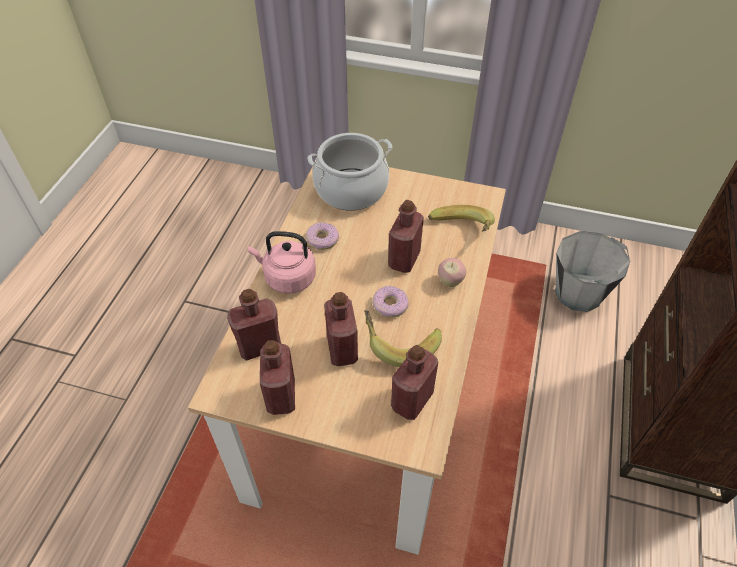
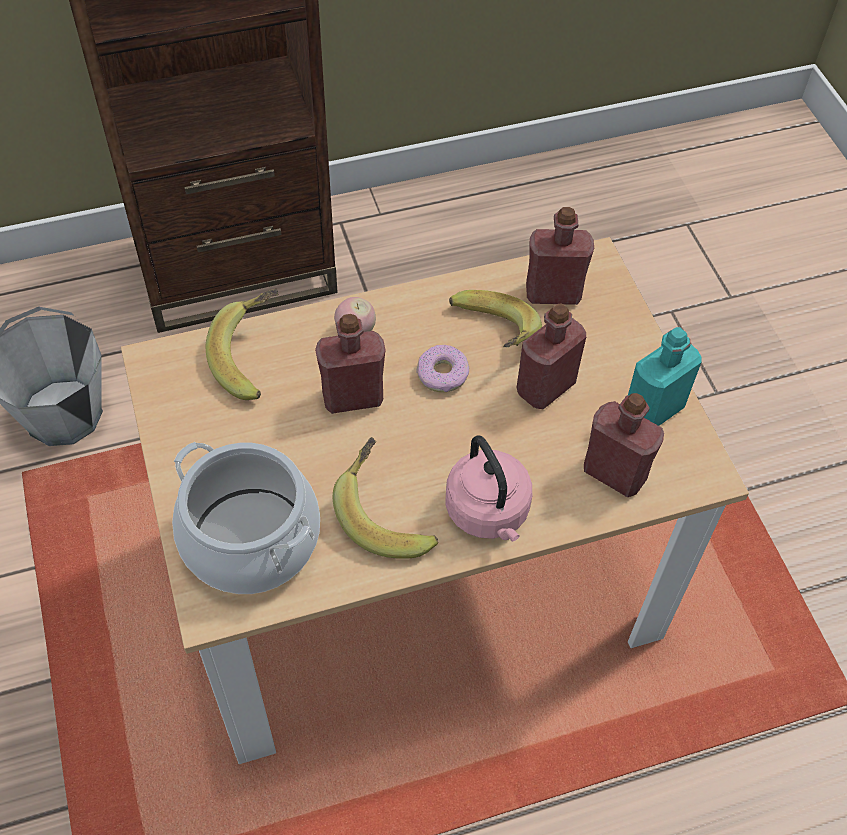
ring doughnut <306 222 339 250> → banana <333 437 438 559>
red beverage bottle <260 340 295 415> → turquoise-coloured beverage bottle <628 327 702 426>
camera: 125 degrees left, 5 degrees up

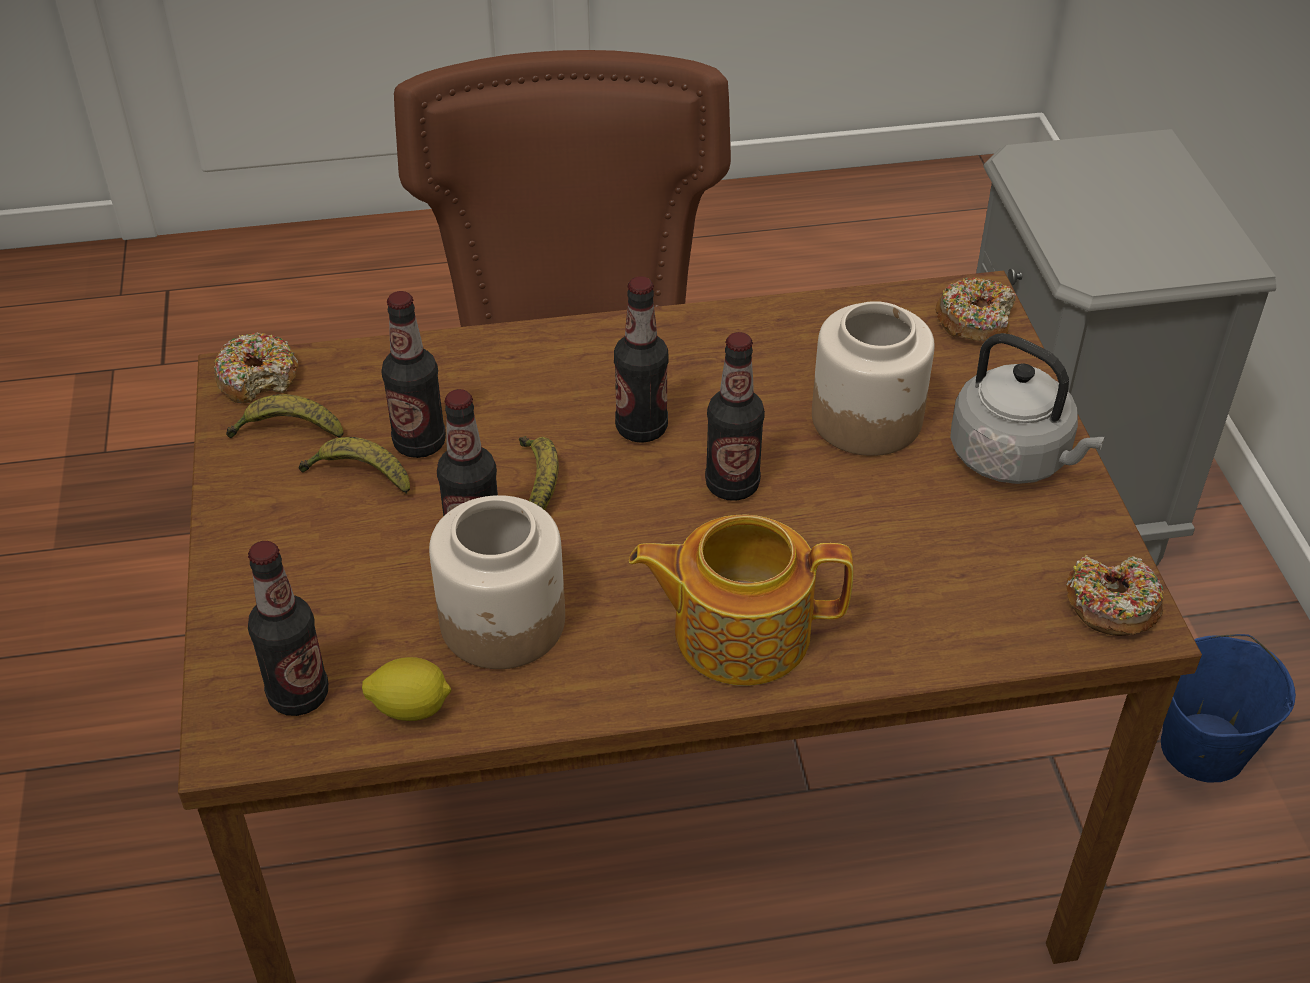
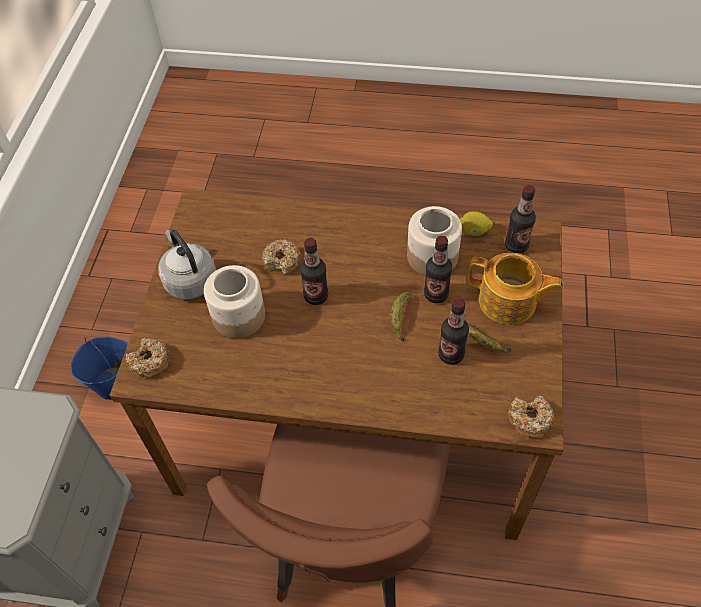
banana <226 394 344 438> → -
beverage bottle <614 276 669 443> → -
pot for tea <629 515 854 686> → pot for tea <467 253 564 325>, moved
ring doughnut <1066 555 1164 636> → ring doughnut <262 239 301 275>, moved
camera: 160 degrees left, 10 degrees up

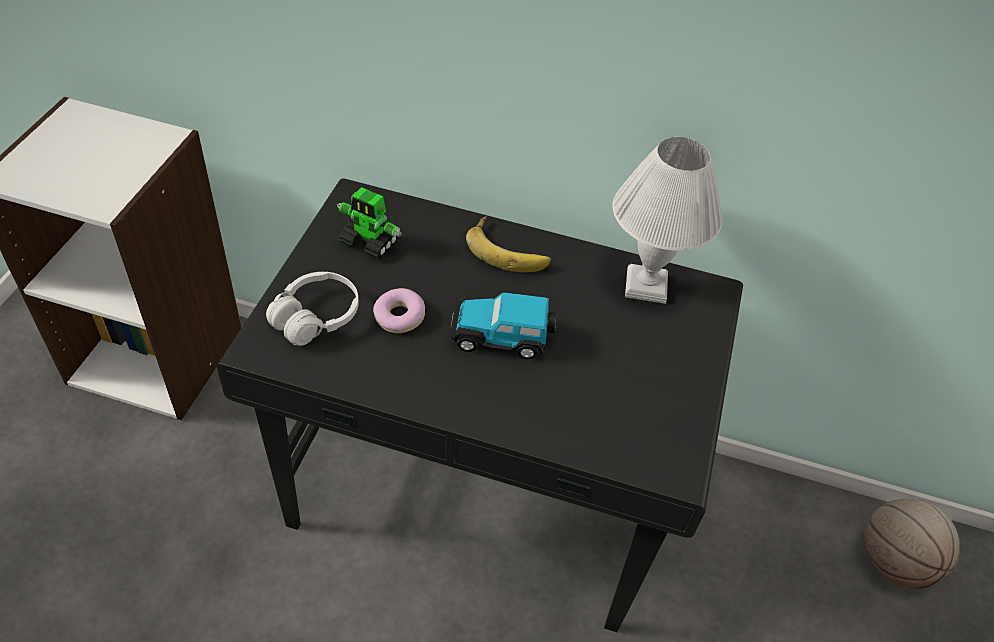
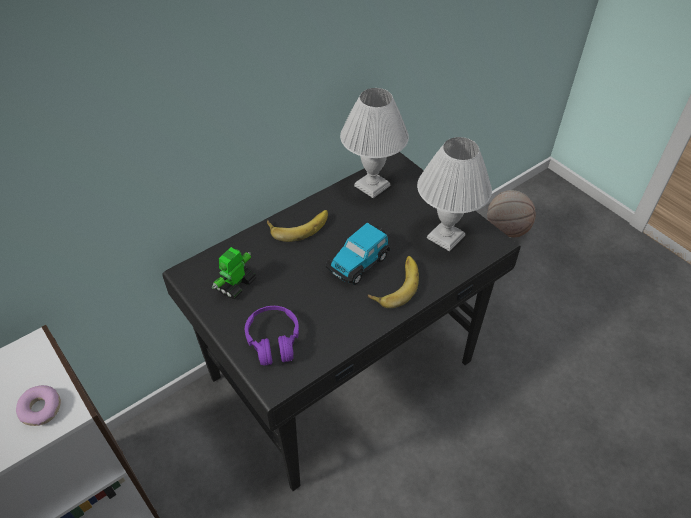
- → banana <367 256 419 308>
- → whitish table lamp <417 137 492 251>
ring doughnut <373 288 425 333> → ring doughnut <16 385 61 426>, moved
whitish headset <266 272 359 346> → purplish headset <245 306 299 366>
model robot <337 187 402 259> → model robot <212 247 256 299>, 150 degrees clockwise
camera: 50 degrees left, 0 degrees up

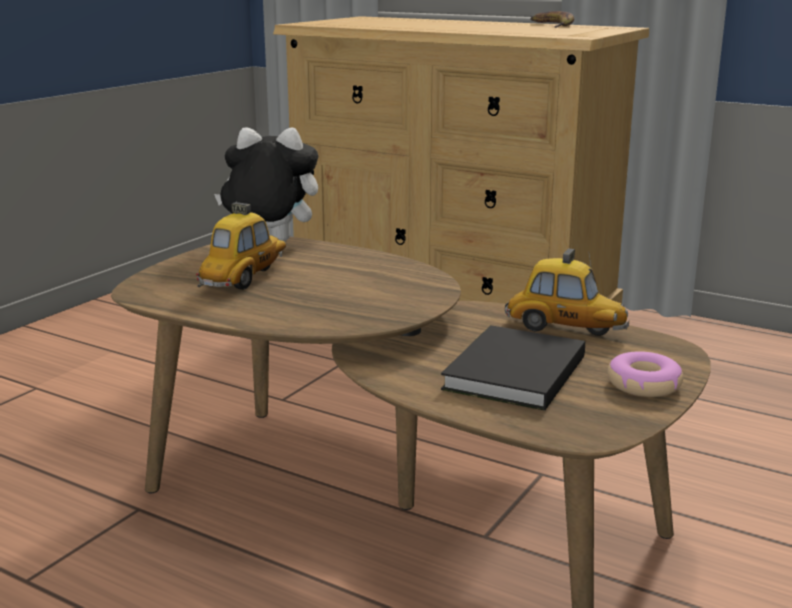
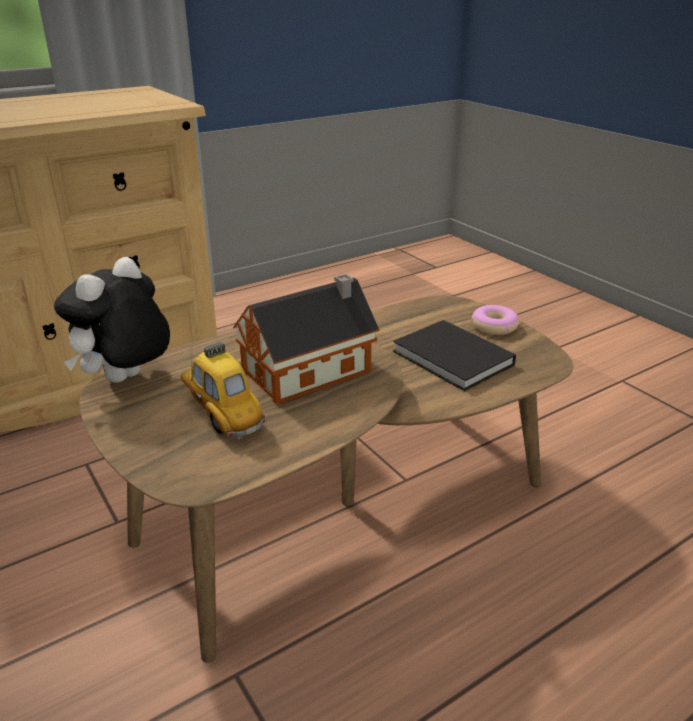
miniature car <505 248 629 336> → -
banana <530 11 574 28> → -
- → toy house <233 274 380 405>
camera: 65 degrees left, 10 degrees up

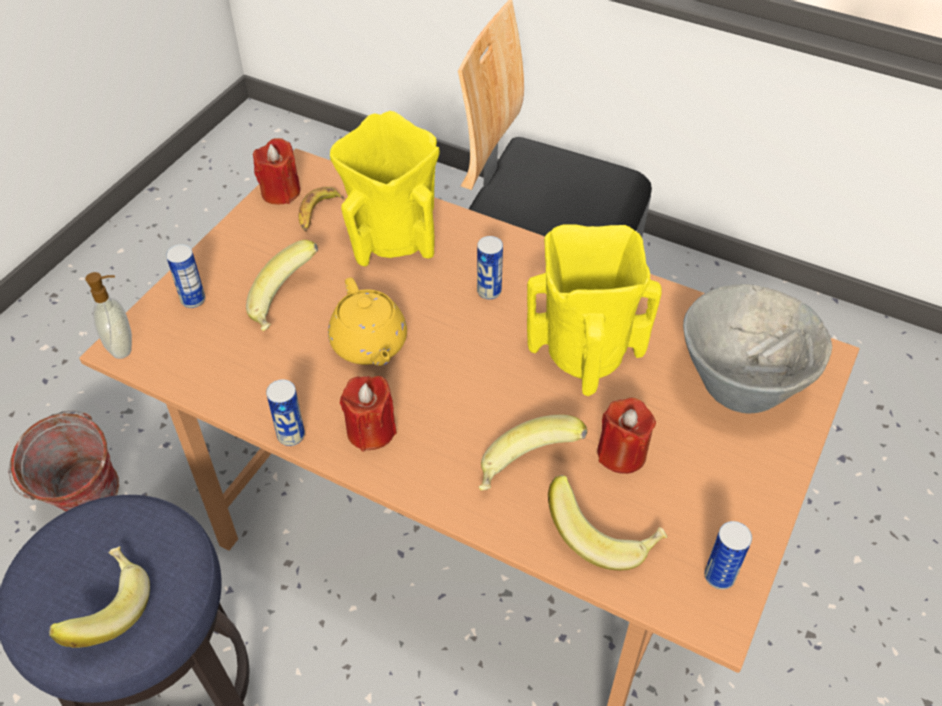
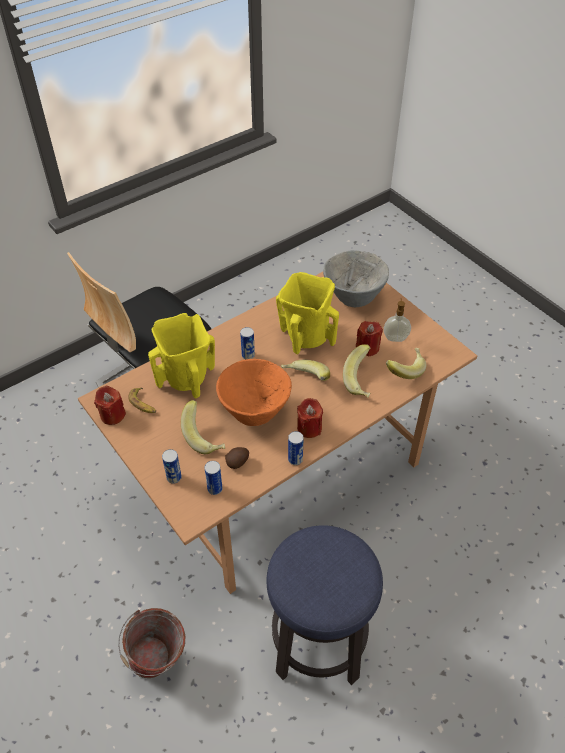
- → spud <225 447 249 469>
banana <49 546 150 648> → banana <281 360 330 381>, moved
soap bottle <85 272 132 359> → soap bottle <384 298 411 342>, moved
metal can <704 521 752 589> → metal can <204 461 223 495>, moved
yellowish pot for tea <328 278 407 366> → orange serving bowl <216 359 292 426>
camera: 65 degrees left, 0 degrees up

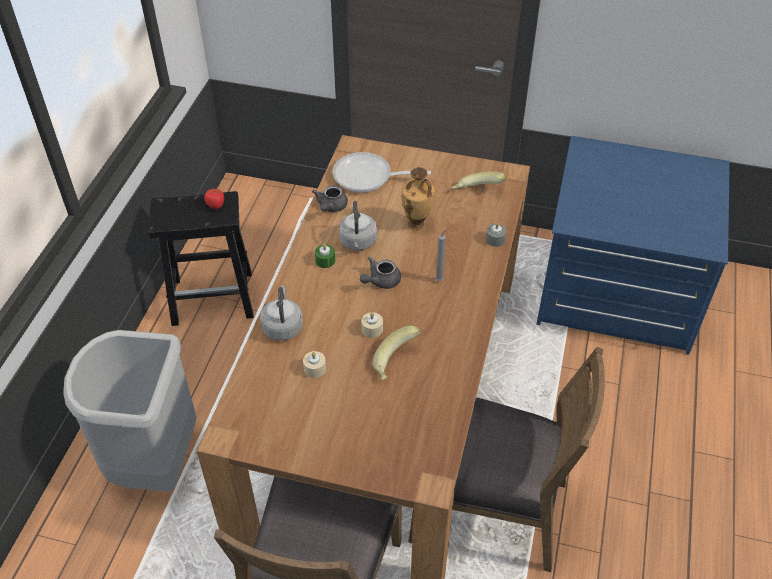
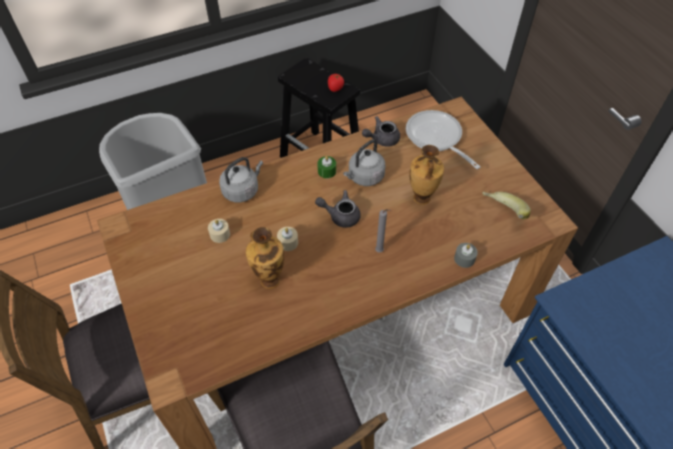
banana <373 325 420 380> → vase <246 227 284 289>
camera: 50 degrees right, 5 degrees up

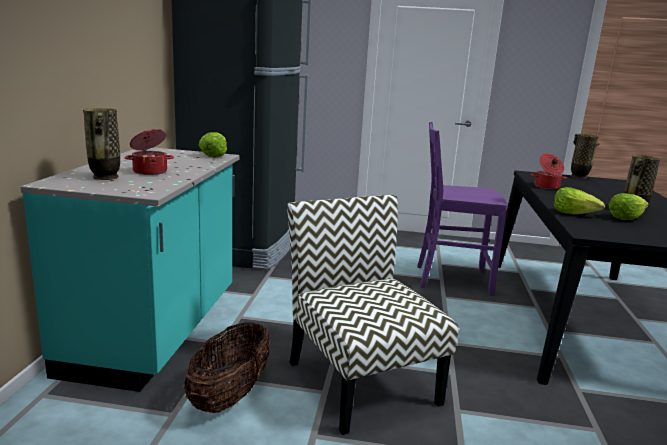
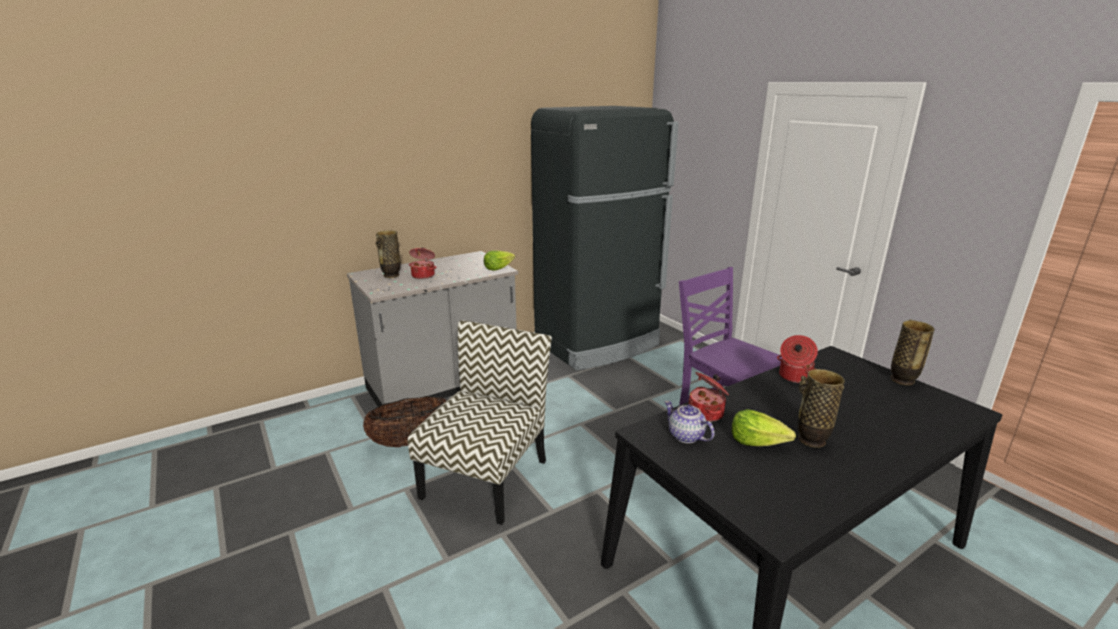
- → pot for tea <664 401 715 443>
head of lettuce <554 187 605 214> → cooking pot <688 372 729 422>
turquoise-coloured kitchen counter <21 147 239 392> → greyish kitchen counter <347 251 518 414>
camera: 50 degrees right, 5 degrees up

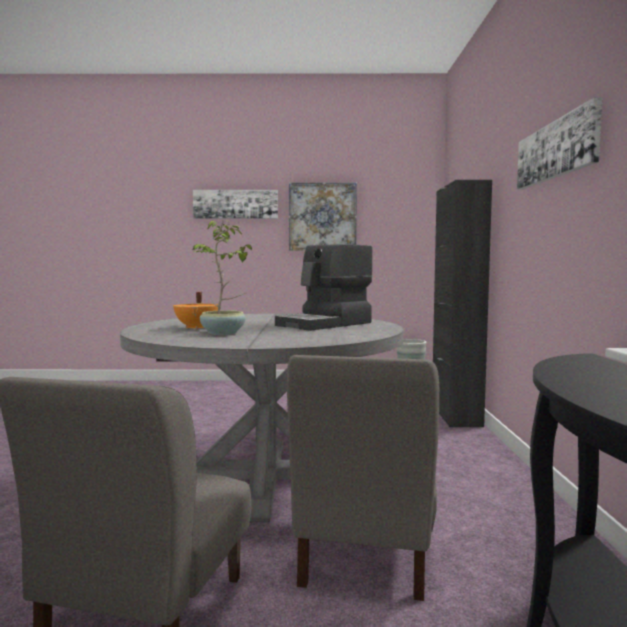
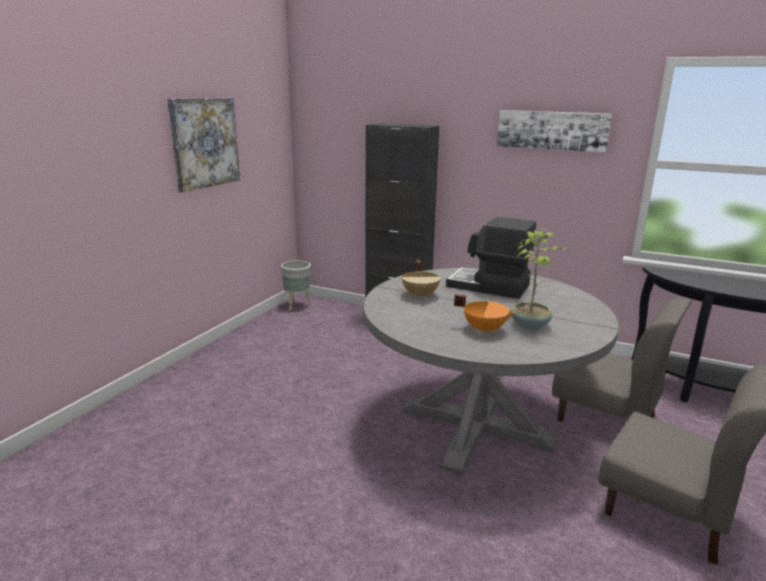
wall art <193 190 278 219> → -
- → beige cooking pot <401 260 441 299>
coffee brewer <275 244 372 331> → coffee brewer <446 217 536 299>, 135 degrees clockwise
camera: 65 degrees left, 15 degrees up

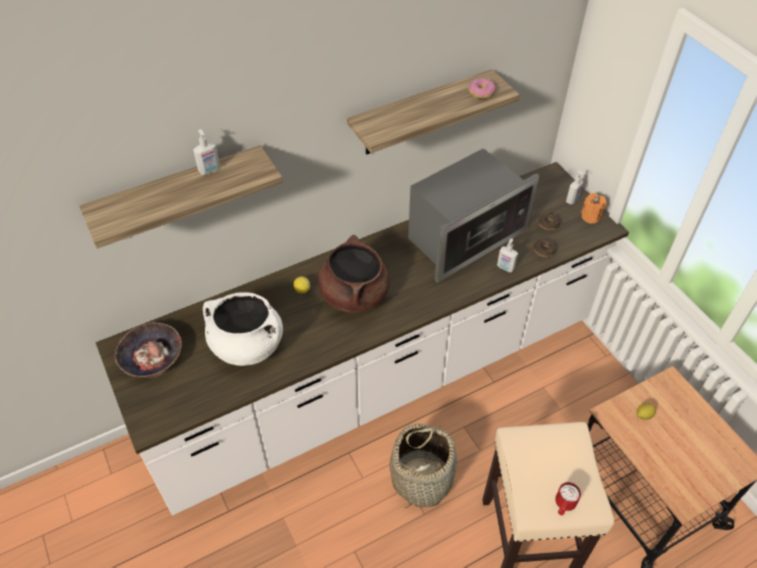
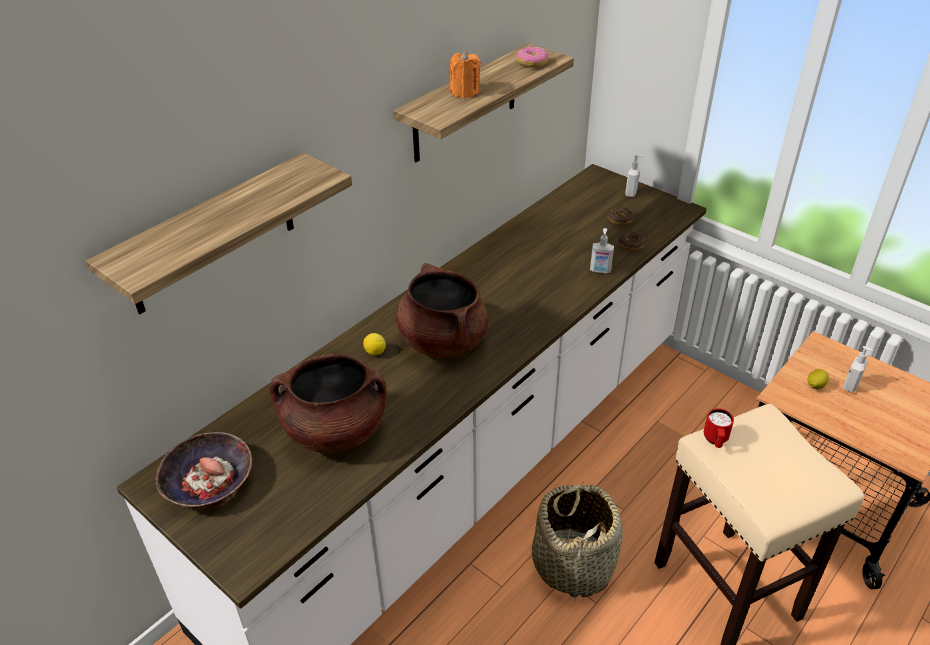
microwave <408 148 539 283> → -
soap bottle <193 129 220 175> → soap bottle <843 346 874 393>, moved
red coffee mug <555 482 581 515> → red coffee mug <704 408 734 448>, moved
orange wax candle <581 193 607 224> → orange wax candle <449 51 481 98>, moved
whitish cooking pot <203 292 283 366> → brownish cooking pot <270 354 386 453>
camera: 20 degrees left, 10 degrees down

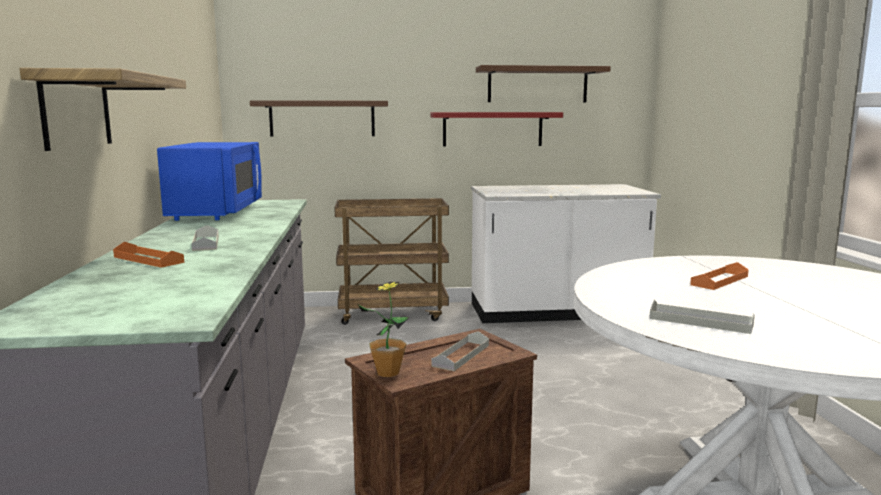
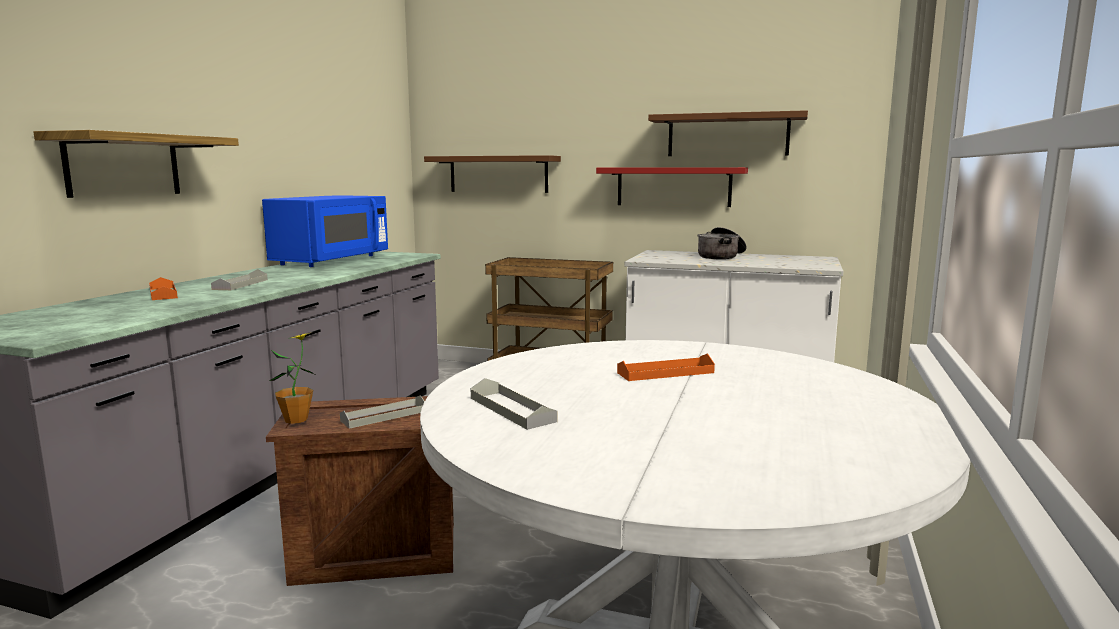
- → cooking pot <698 227 747 259>
camera: 25 degrees right, 0 degrees up

